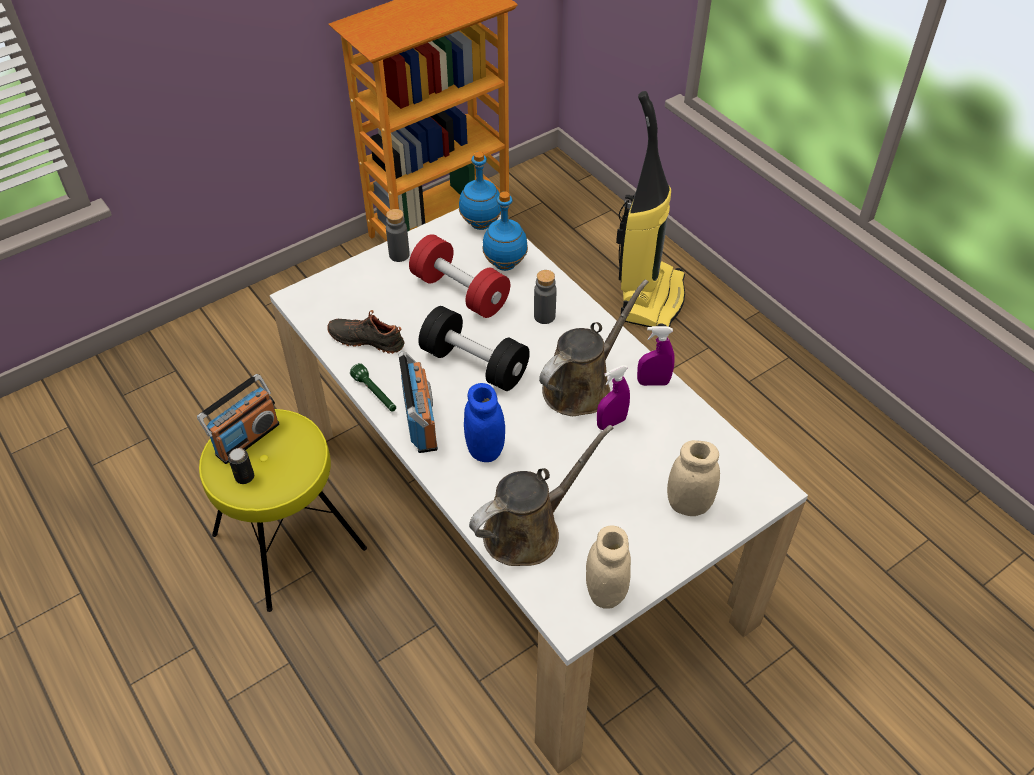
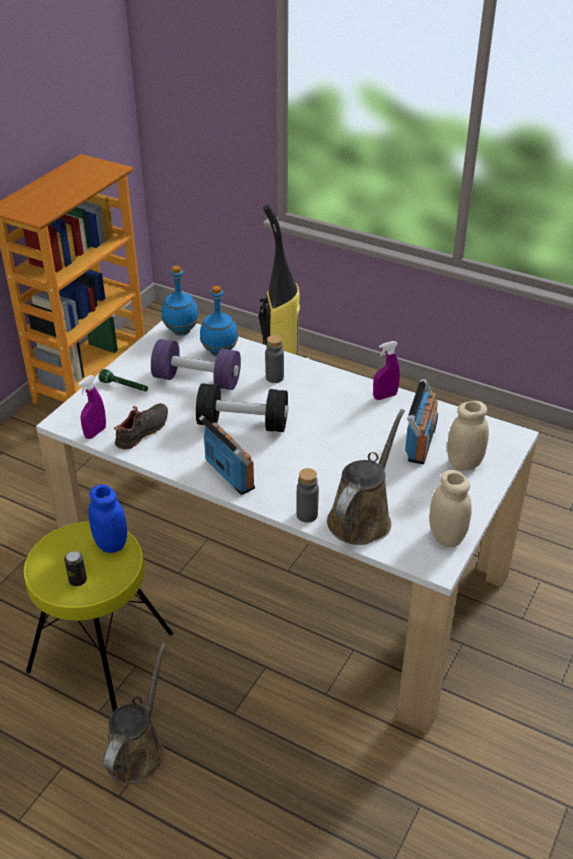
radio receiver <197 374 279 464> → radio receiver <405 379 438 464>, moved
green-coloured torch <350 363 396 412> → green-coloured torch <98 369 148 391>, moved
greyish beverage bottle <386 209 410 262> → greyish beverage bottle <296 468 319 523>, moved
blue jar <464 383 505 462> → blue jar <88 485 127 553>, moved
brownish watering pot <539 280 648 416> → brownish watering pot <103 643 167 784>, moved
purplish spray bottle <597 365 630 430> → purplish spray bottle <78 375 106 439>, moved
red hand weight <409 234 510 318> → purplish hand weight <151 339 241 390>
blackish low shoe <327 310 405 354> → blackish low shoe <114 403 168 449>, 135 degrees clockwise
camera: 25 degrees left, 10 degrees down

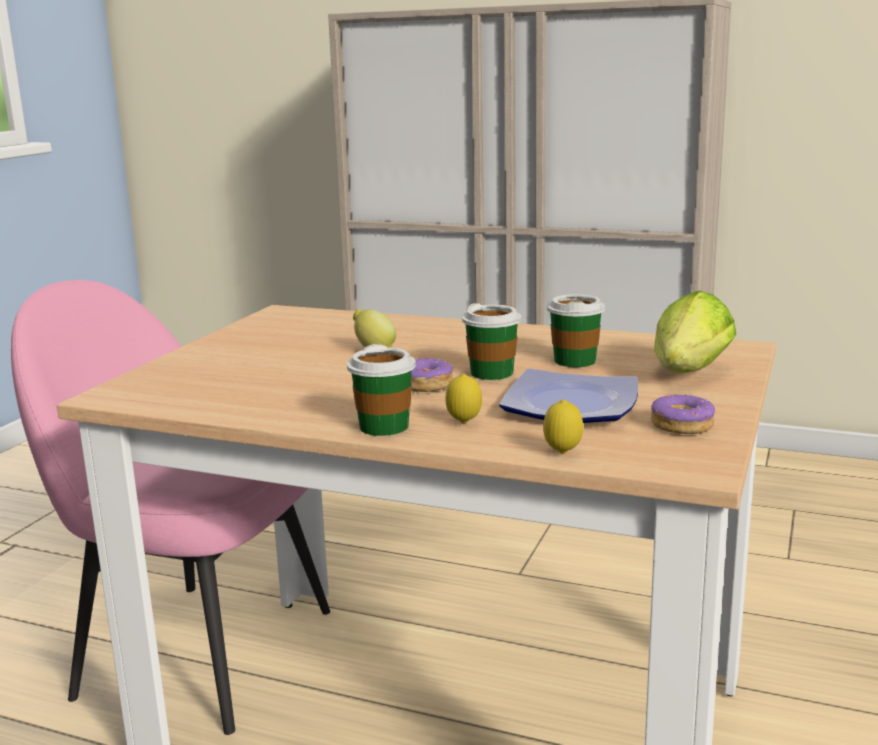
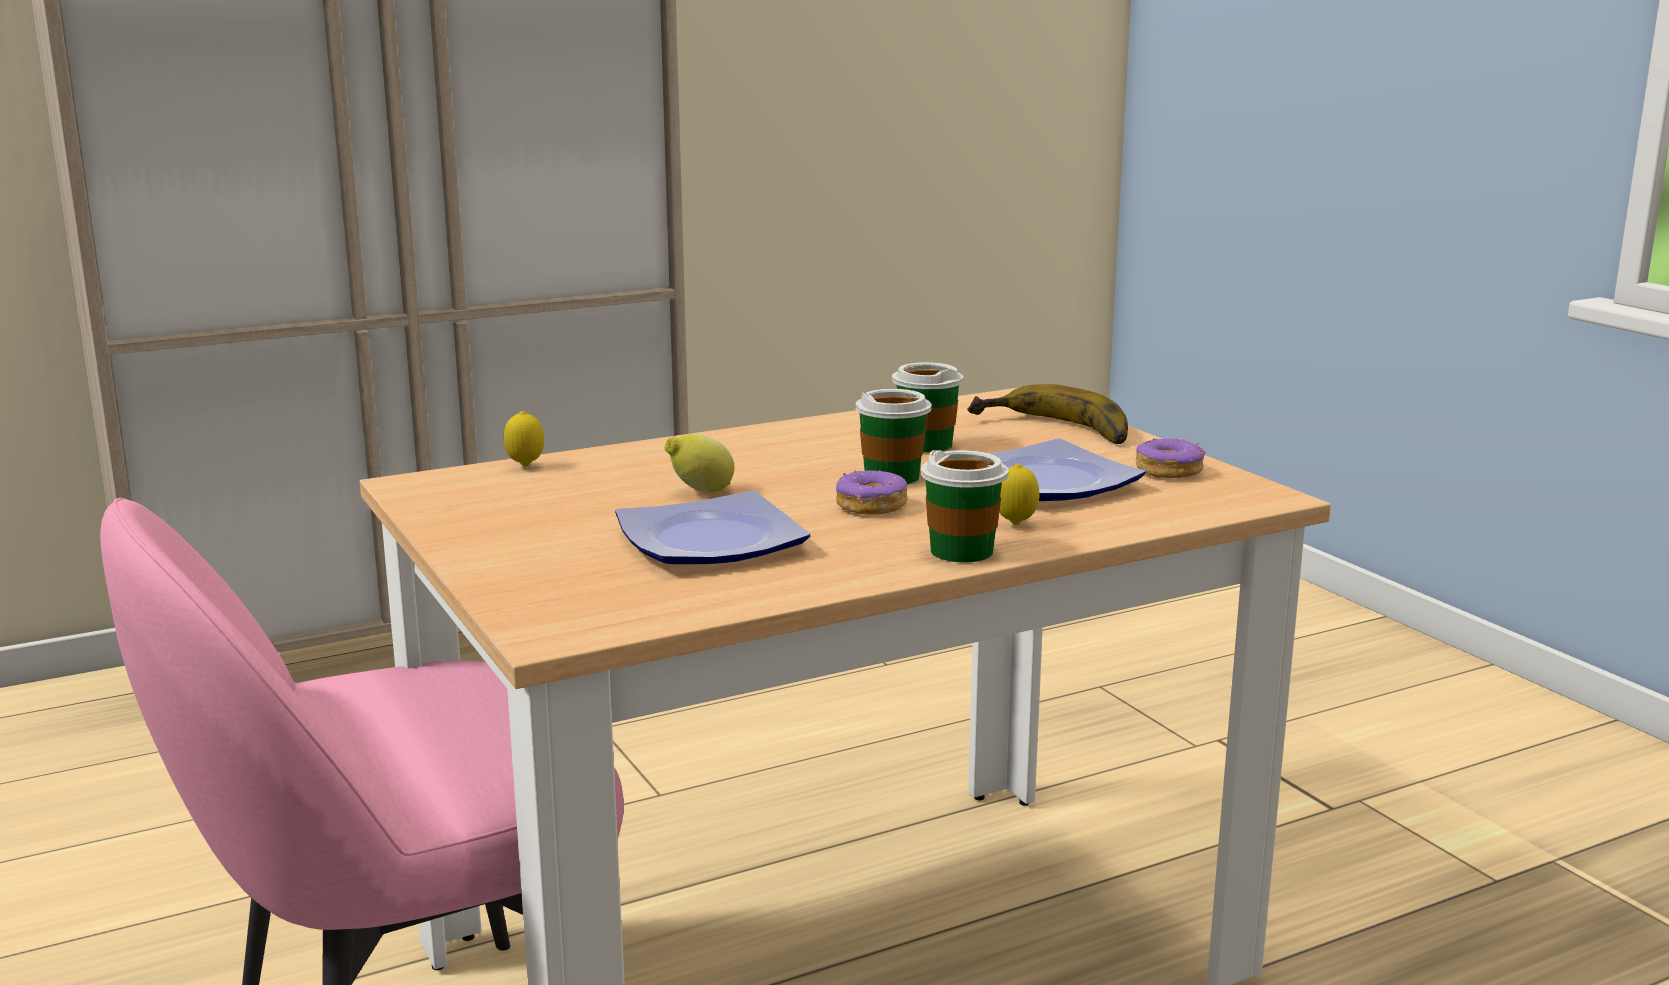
- → plate <615 491 810 564>
citrus fruit <543 400 583 454> → citrus fruit <504 411 544 467>, moved
head of lettuce <654 290 736 373> → banana <967 384 1128 444>
camera: 50 degrees left, 0 degrees up

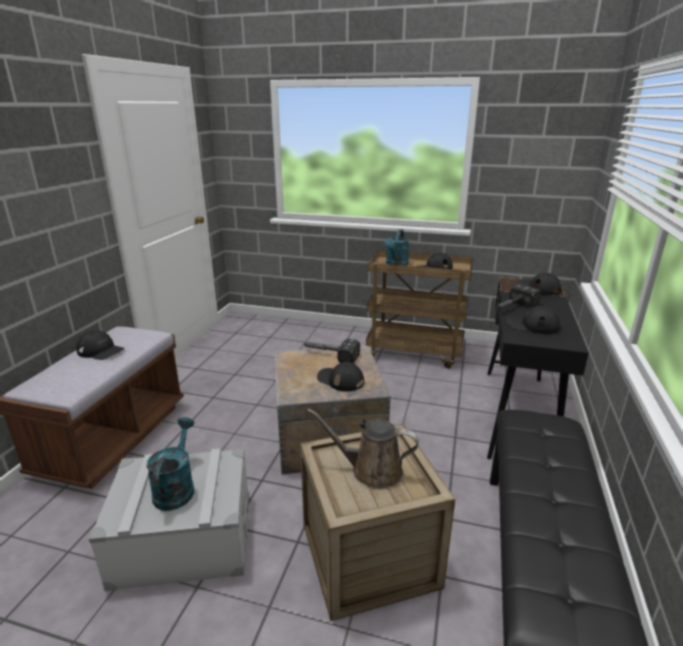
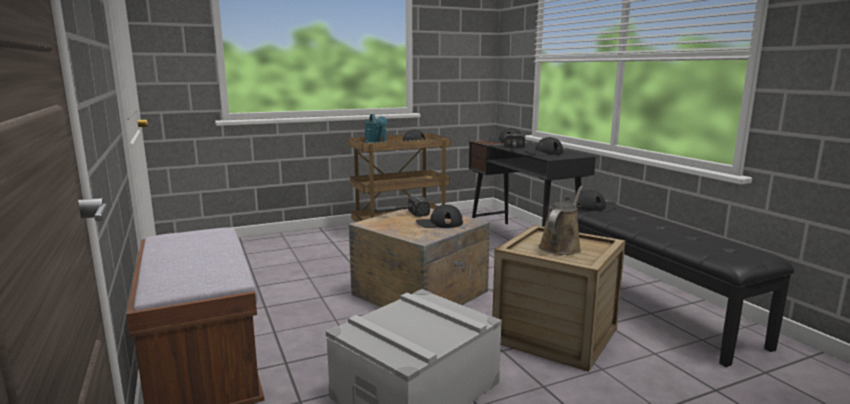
turquoise-coloured watering pot <147 417 194 511> → -
blackish baseball cap <76 330 125 360> → blackish baseball cap <576 190 617 211>, moved
brownish watering pot <307 408 419 489> → brownish watering pot <539 186 583 255>, 150 degrees clockwise
camera: 40 degrees left, 10 degrees down

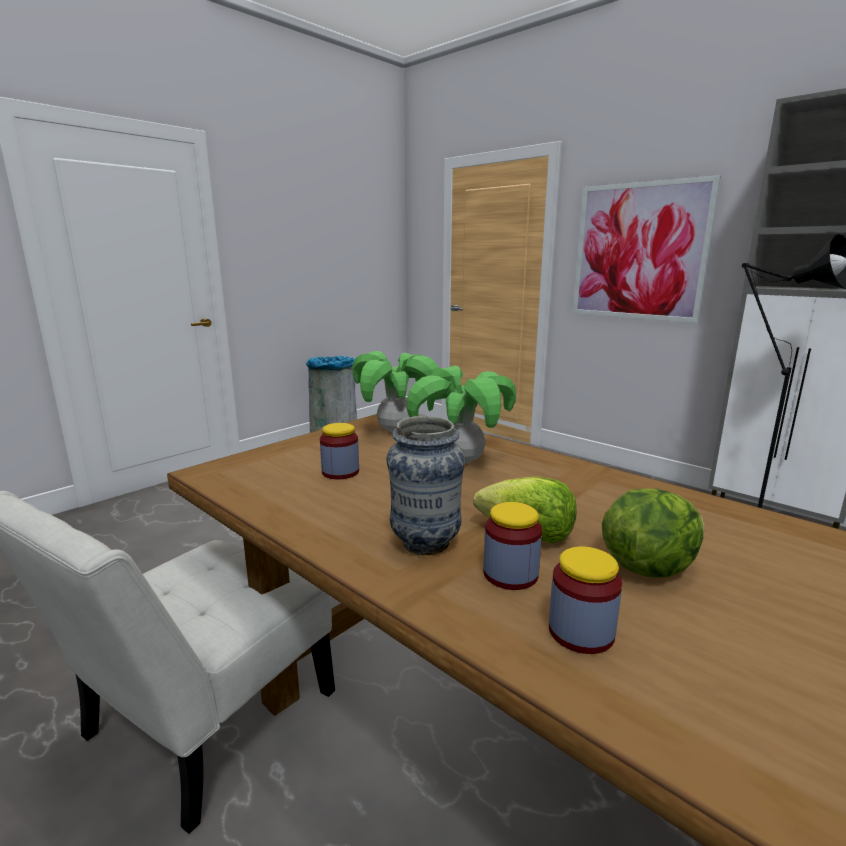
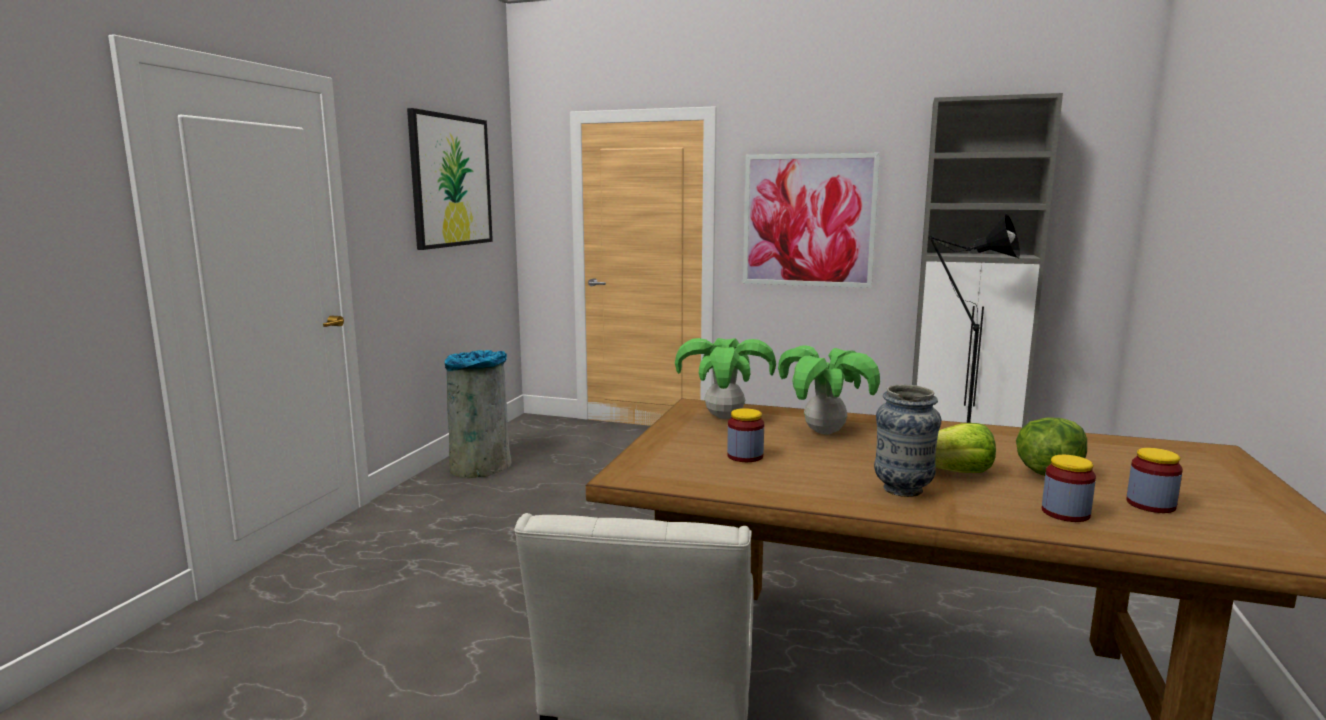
- → wall art <407 108 493 250>
jar <483 502 542 590> → jar <1126 448 1183 513>, moved
camera: 25 degrees left, 5 degrees down

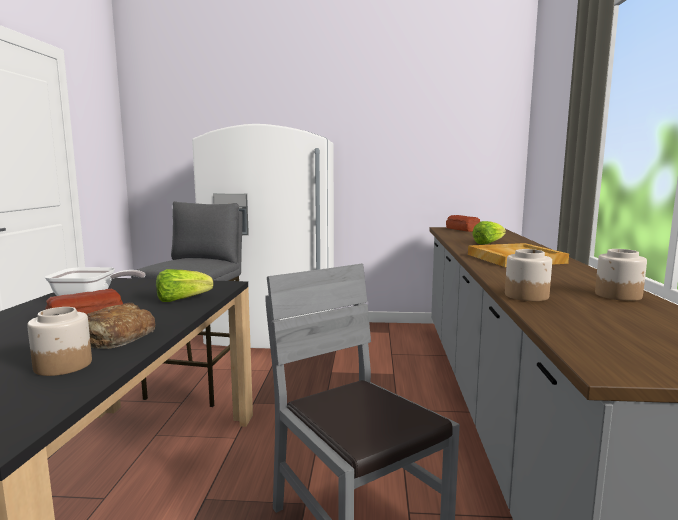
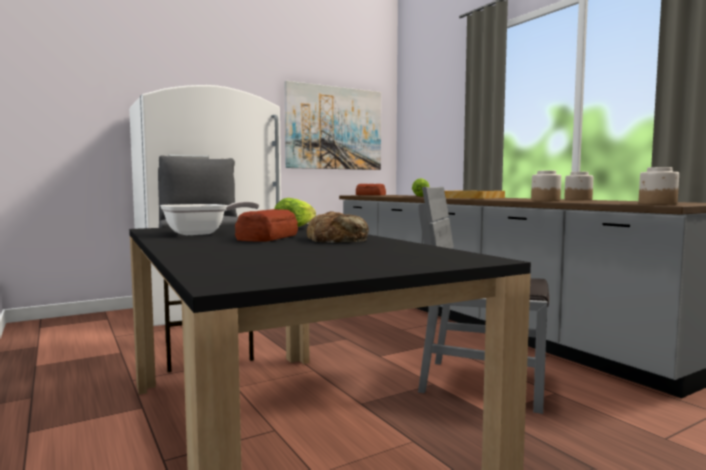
- → wall art <285 81 381 170>
jar <27 307 92 376> → jar <638 167 679 205>, moved
camera: 35 degrees left, 5 degrees down

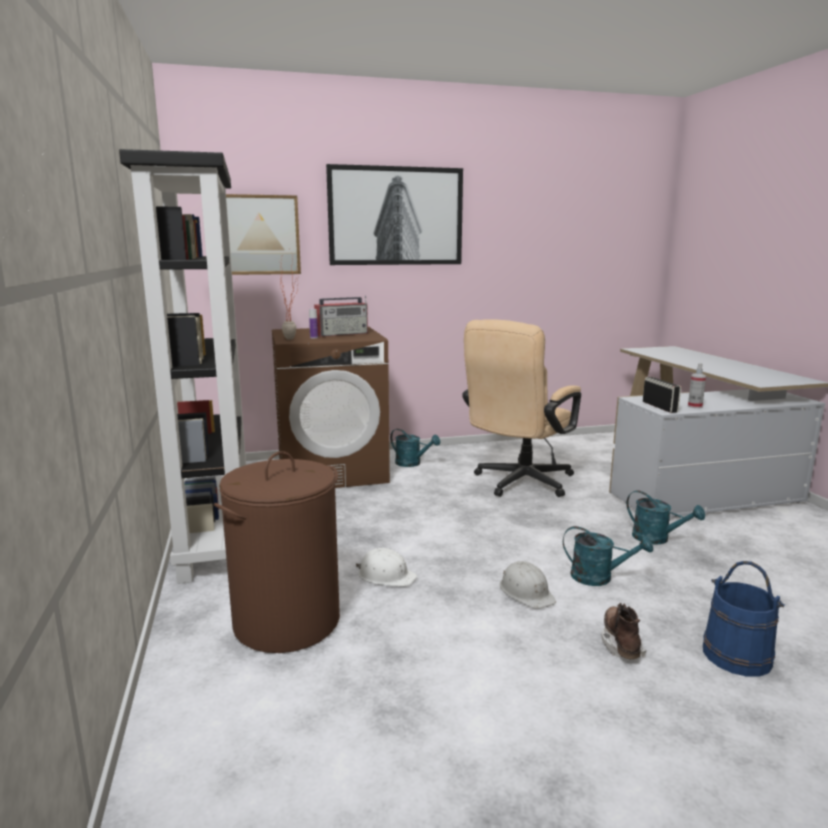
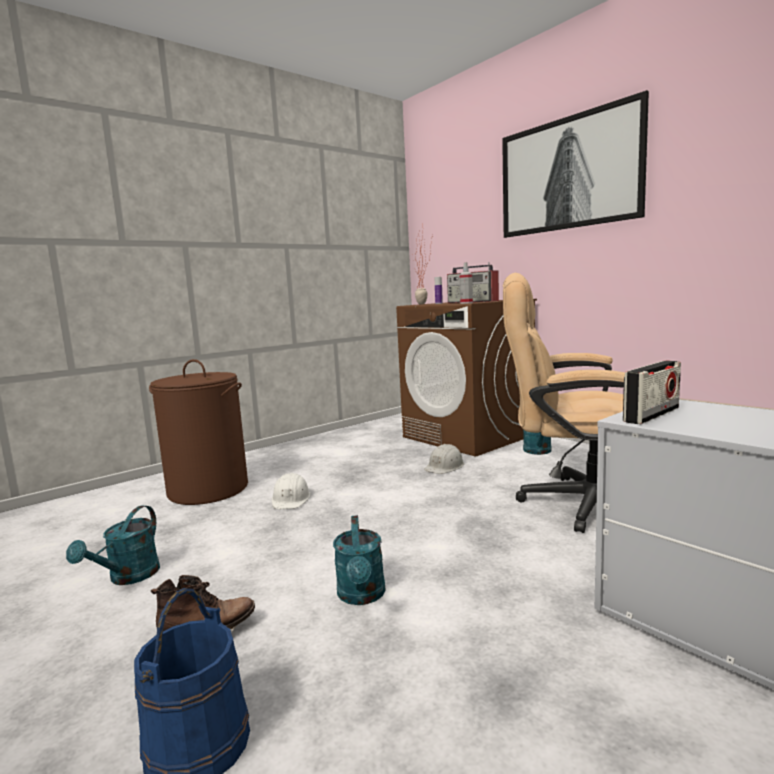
blackish shelving unit <119 149 246 584> → -
wall art <226 194 301 275> → -
whitish work helmet <500 561 556 609> → whitish work helmet <424 444 464 474>, moved
turquoise-coloured watering pot <626 490 705 544> → turquoise-coloured watering pot <66 505 160 585>, moved
spray bottle <688 363 706 408> → spray bottle <460 262 473 304>, moved
camera: 65 degrees right, 5 degrees down

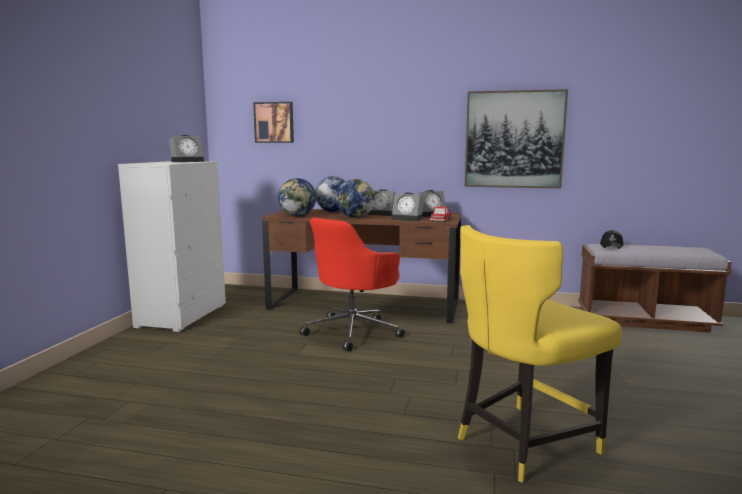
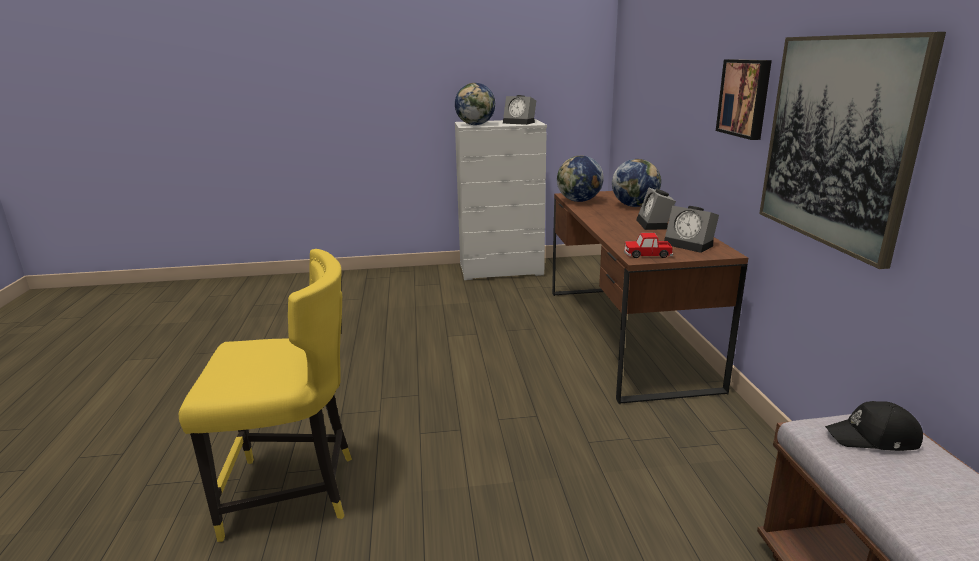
red office chair <300 218 405 351> → -
bedside clock <391 193 424 221> → -
wall art <253 102 294 143> → wall art <716 59 772 140>, moved
world globe <336 179 375 218> → world globe <455 83 495 125>, moved
yellowish upright chair <458 225 622 483> → yellowish upright chair <179 249 352 542>, 135 degrees clockwise
camera: 70 degrees right, 10 degrees up

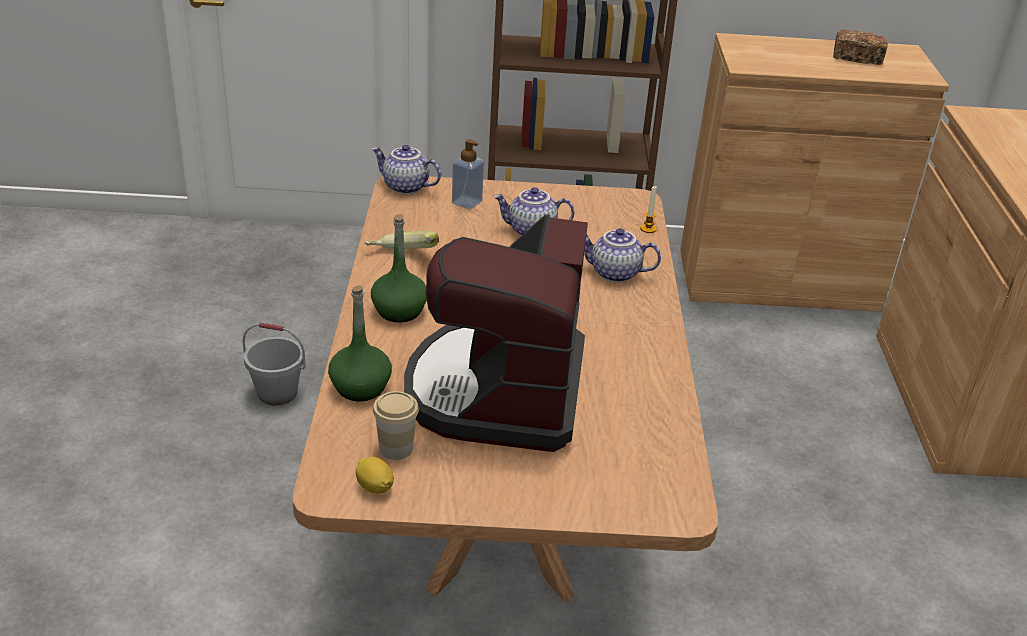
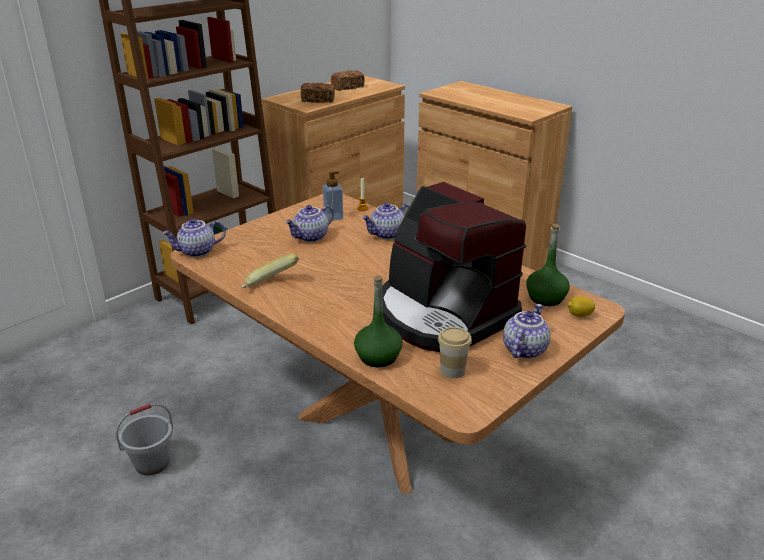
- → baked bread <301 83 335 103>
- → pot for tea <503 304 550 359>
citrus fruit <356 457 394 494> → citrus fruit <568 296 595 317>, moved
green-coloured beverage bottle <371 214 427 322> → green-coloured beverage bottle <526 224 570 306>, moved
soap bottle <452 139 484 210> → soap bottle <323 171 343 221>, moved
camera: 45 degrees left, 5 degrees down

